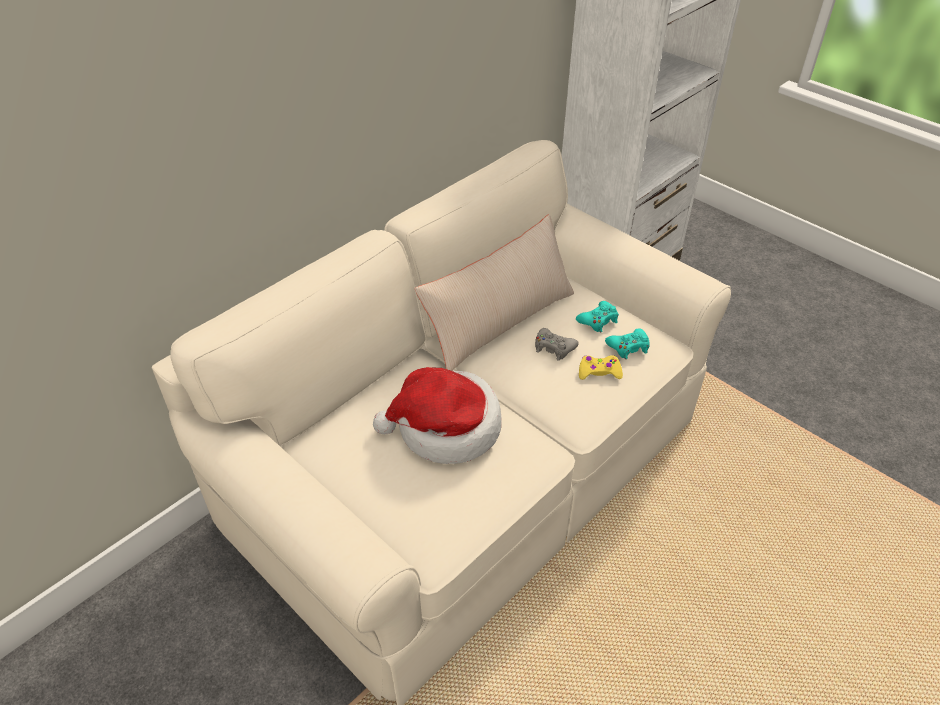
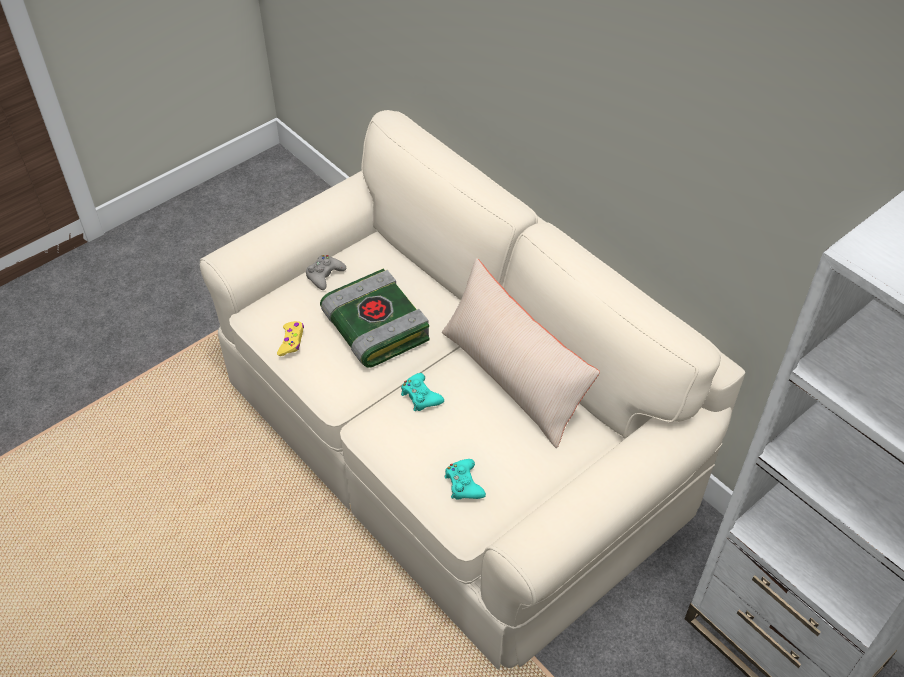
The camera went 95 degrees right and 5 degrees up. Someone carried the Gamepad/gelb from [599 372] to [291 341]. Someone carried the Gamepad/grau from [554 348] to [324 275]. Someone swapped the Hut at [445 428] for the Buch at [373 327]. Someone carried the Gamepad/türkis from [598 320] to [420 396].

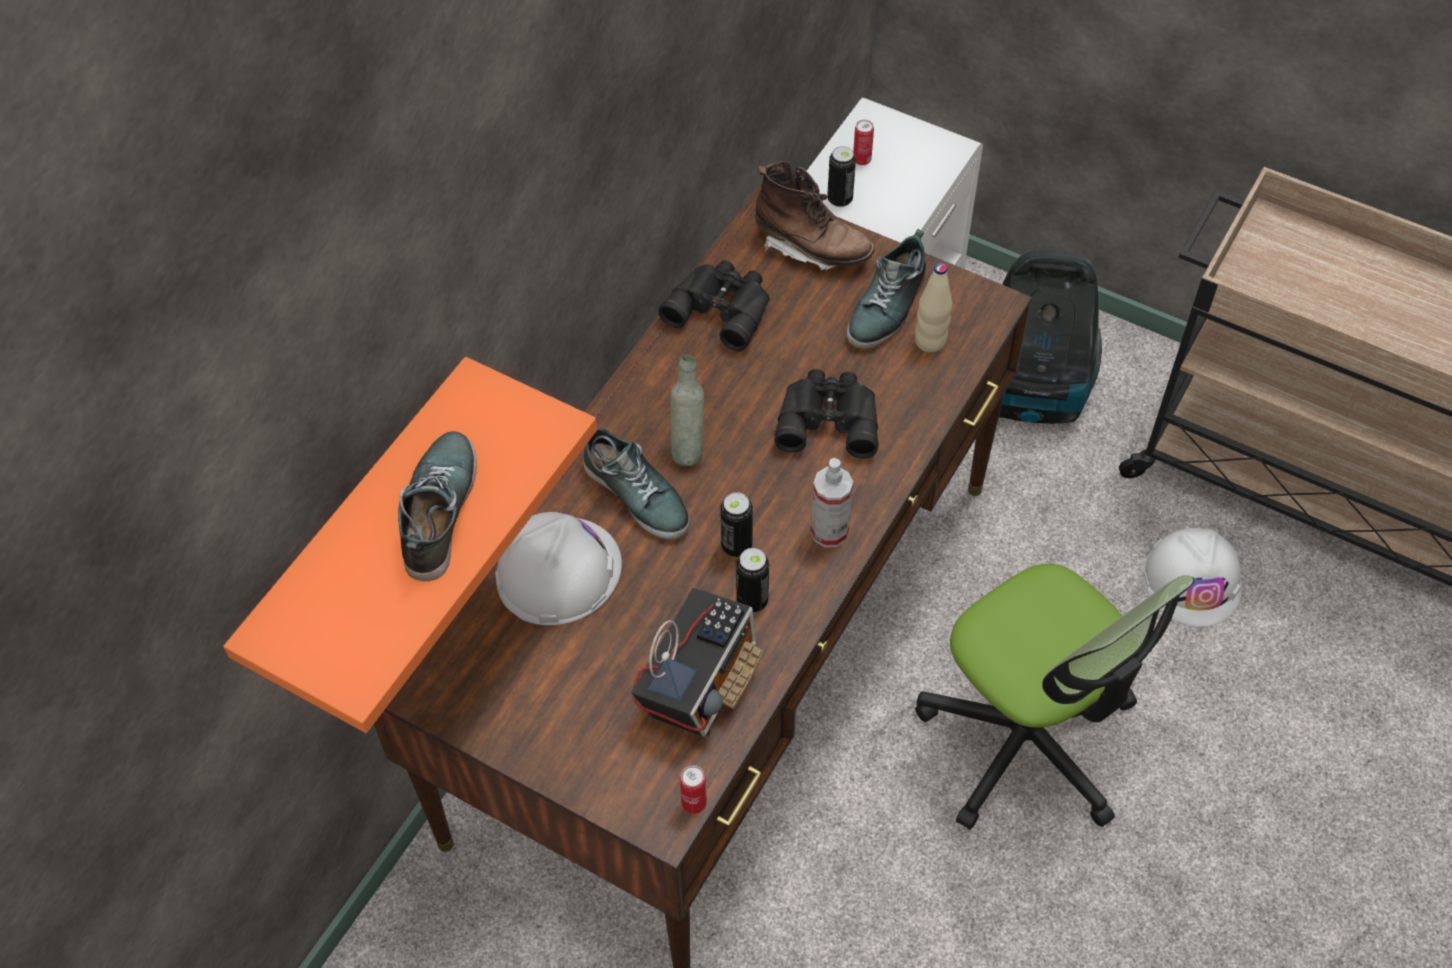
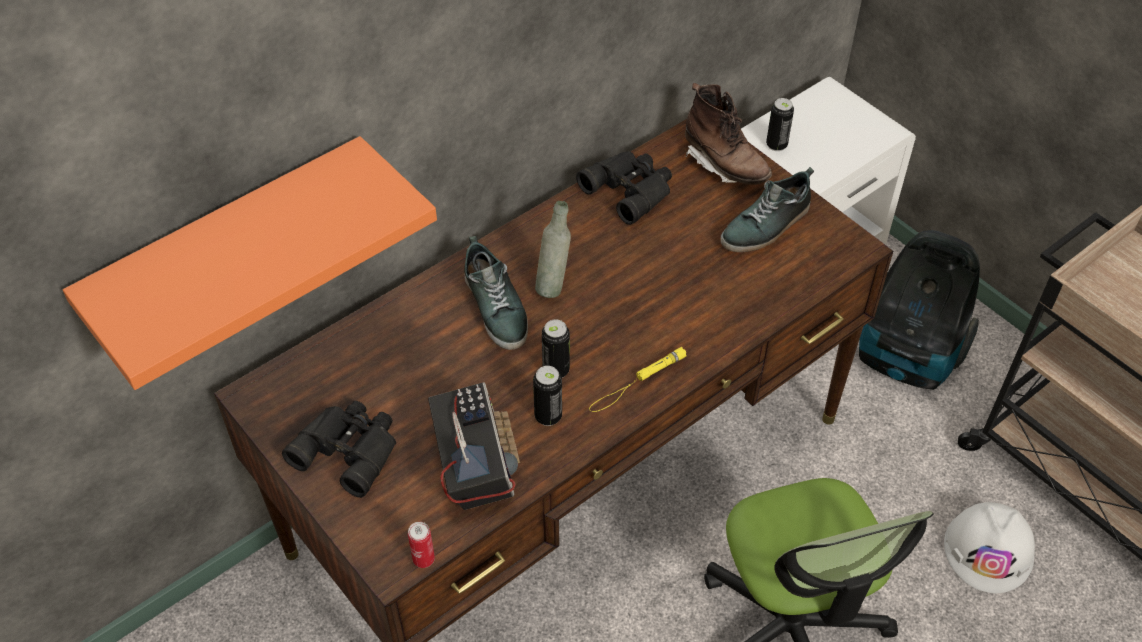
The camera went 20 degrees right and 5 degrees down. Someone carried the Fernglas/schwarz from [828 418] to [349 449]. Someone rotated the Radio at [701 683] by 60 degrees counterclockwise. Someone swapped the Sprühflasche at [829 532] for the Taschenlampe/gelb at [637 382]. Someone took away the Schuh at [438 511]. Someone took away the Schutzhelm/weiß at [558 571]. Someone took away the Dose at [862 160]. Someone took away the Flasche/beige at [930 341].

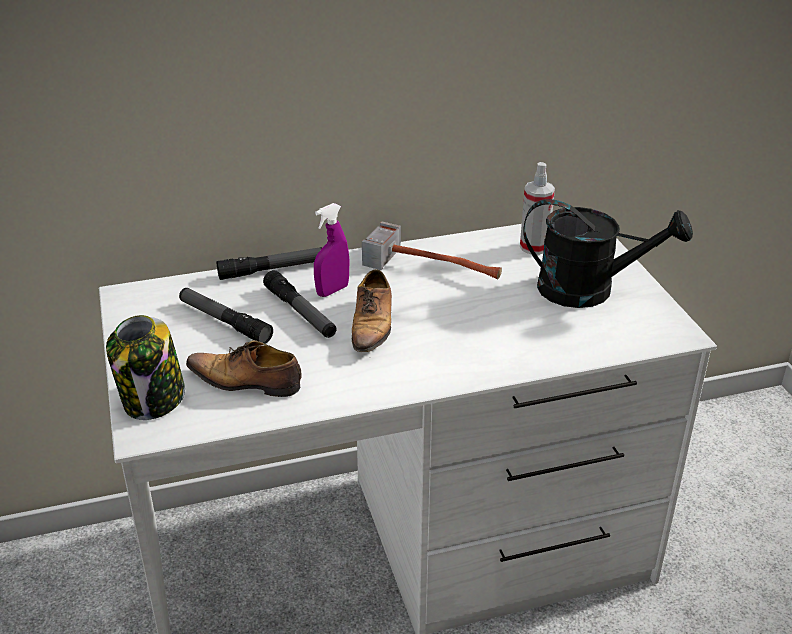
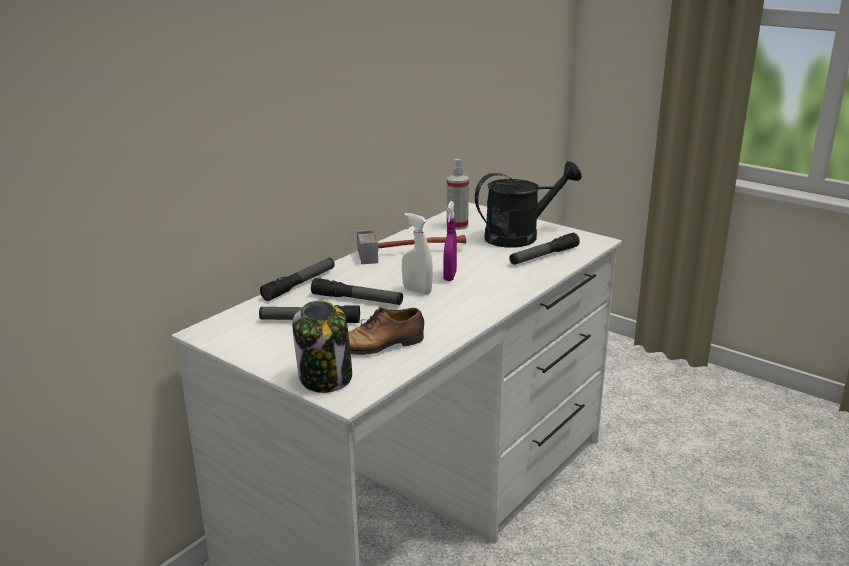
The camera went 35 degrees left and 10 degrees down. Someone swapped the Schuh at [372 325] for the Sprühflasche/weiß at [417 291]. Someone carried the Sprühflasche/lila from [332 290] to [450 276]. Someone put down the Taschenlampe at [544 256].

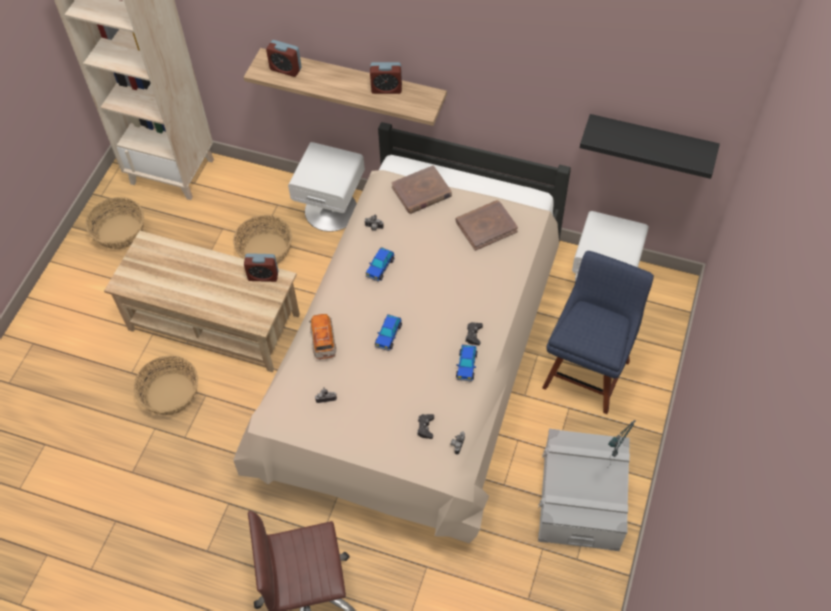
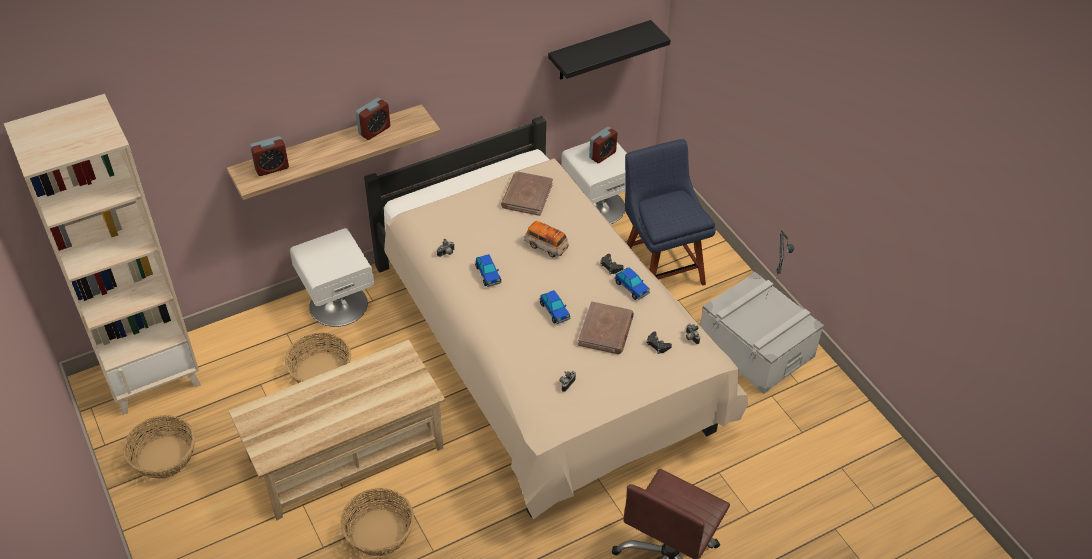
The camera went 50 degrees left and 10 degrees down. Someone carried the Spielzeugauto from [323 341] to [546 246]. Someone carried the Buch/braun from [421 192] to [606 330]. Someone carried the Wecker from [263 276] to [602 155].

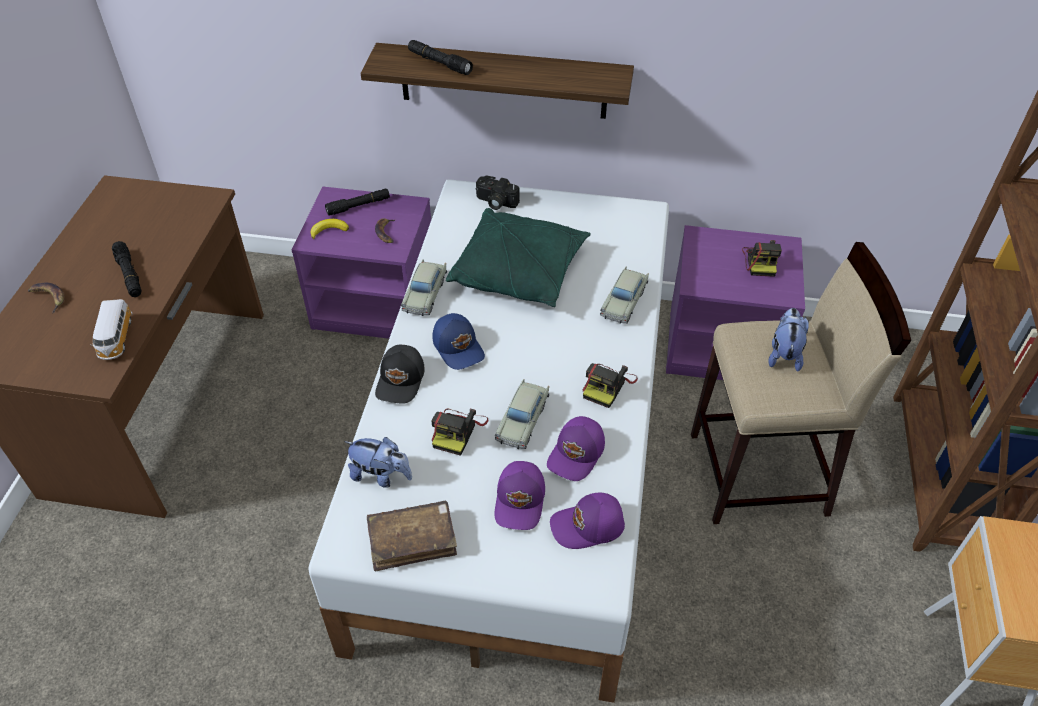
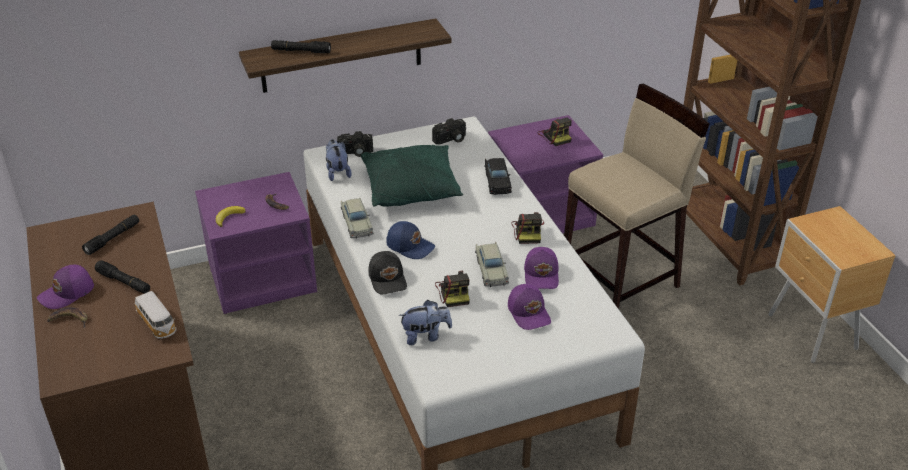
The camera went 30 degrees left and 10 degrees down. Someone carried the Kappe/lila from [588 527] to [67 293]. Someone carried the Taschenlampe/schwarz from [358 206] to [113 238]. Someone carried the Plüschtier from [784 354] to [337 172]. Someone put down the Kamera at [451 140]. Someone repainted the Spielzeugauto/beige at [624 301], which became the Spielzeugauto/schwarz at [497 181]. Someone took away the Buch/braun at [412 540].

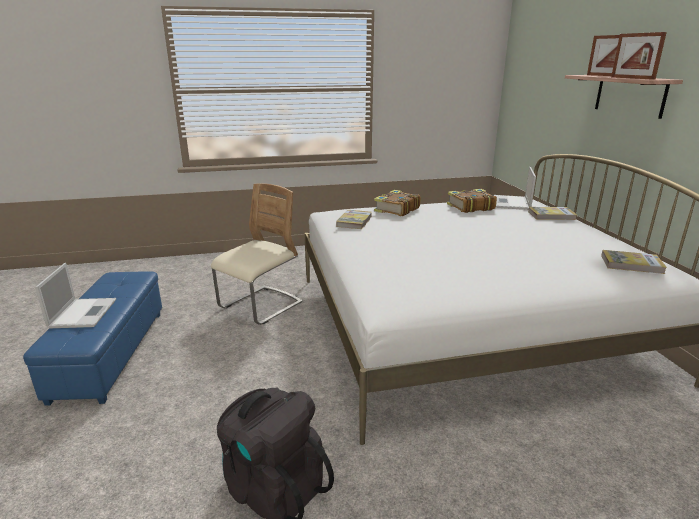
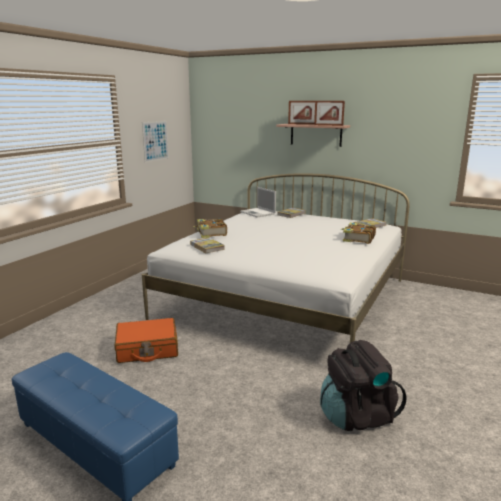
The camera went 50 degrees left and 5 degrees down. Someone swapped the Stuhl/beige at [261 306] for the Koffer/orange at [147 349]. Someone put up the Bild at [155 141]. Someone carried the Buch from [470 207] to [358 239]. Someone took away the Laptop at [83 313].

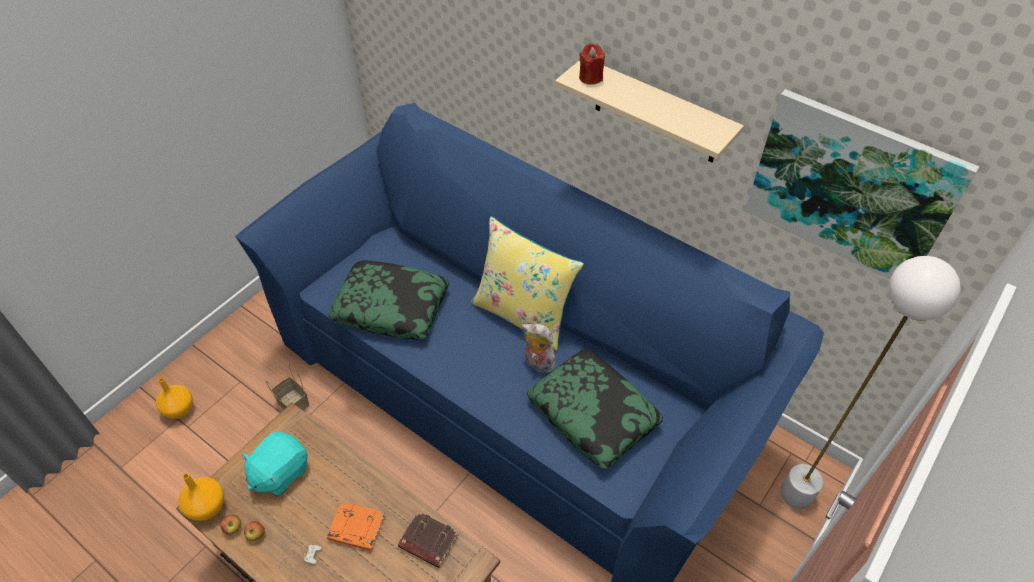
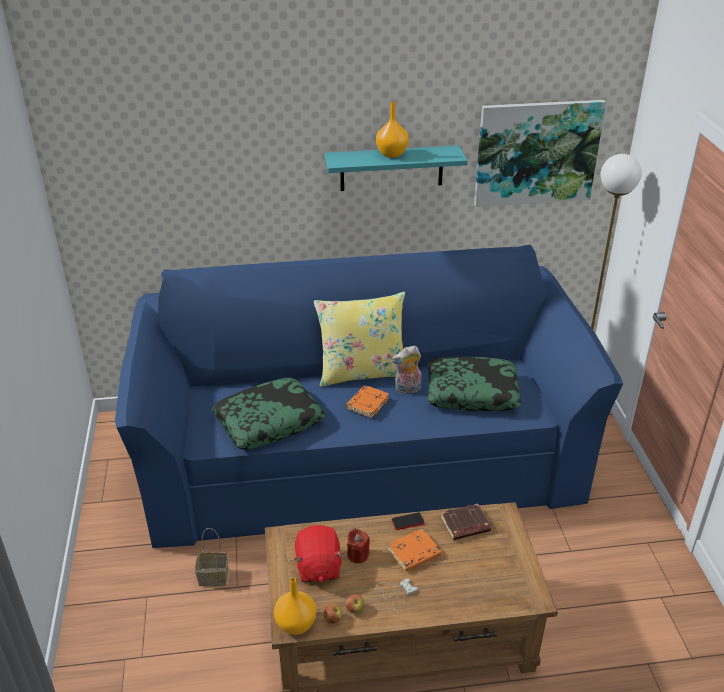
The camera went 45 degrees left and 15 degrees down. Someone repainted the Plüschtier/türkis at [280 472], which became the Plüschtier/rot at [318 567]. Someone repainted the Wandregal/beige at [656 112], which became the Wandregal/türkis at [391 168]. Someone put down the Buch/orange at [367 403]. Someone carried the Kerze/rot from [590 77] to [358 555]. Someone carried the Vase/orange from [179 410] to [392 154]. Someone put down the Handy at [407 521].

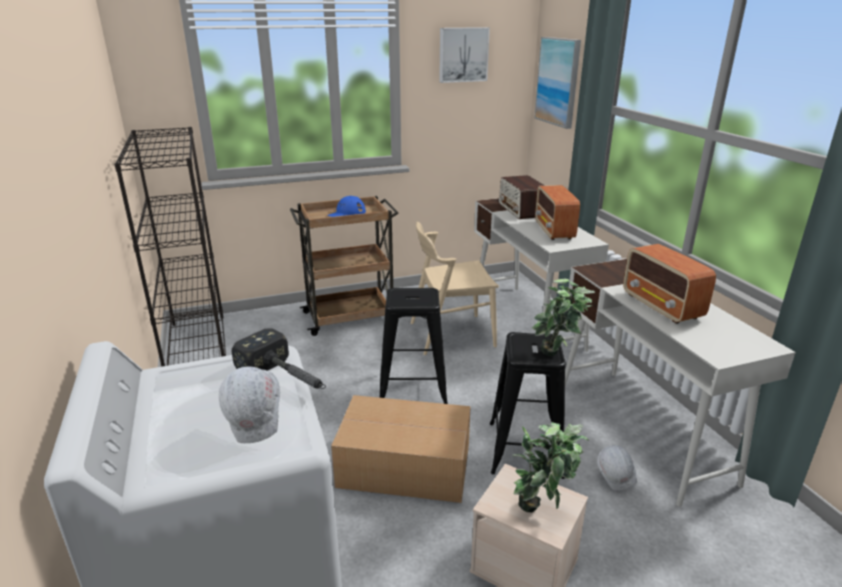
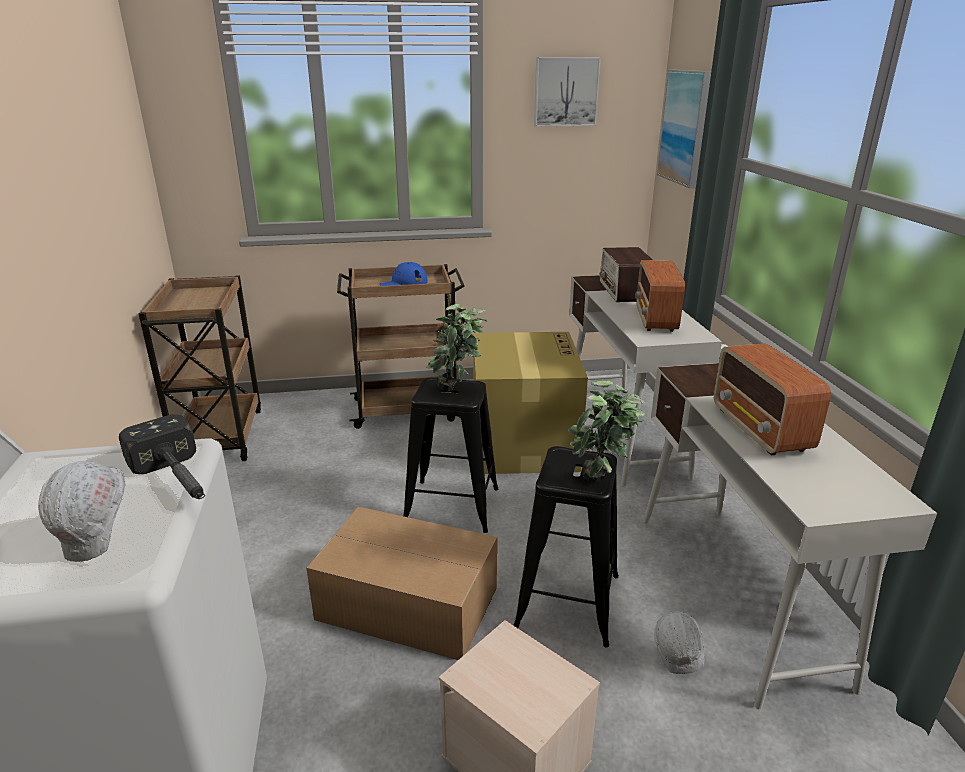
The camera went 10 degrees right and 0 degrees up. Someone swapped the Bücherregal/schwarz at [198 351] for the Rollwagen/braun at [220 435]. Someone carried the Topfpflanze from [542 508] to [457 390]. Someone swapped the Stuhl/beige at [451 334] for the Karton at [522 442].

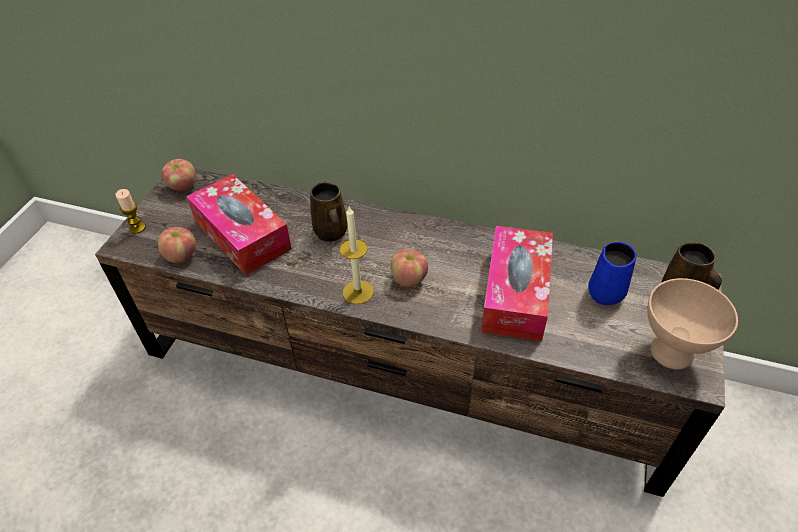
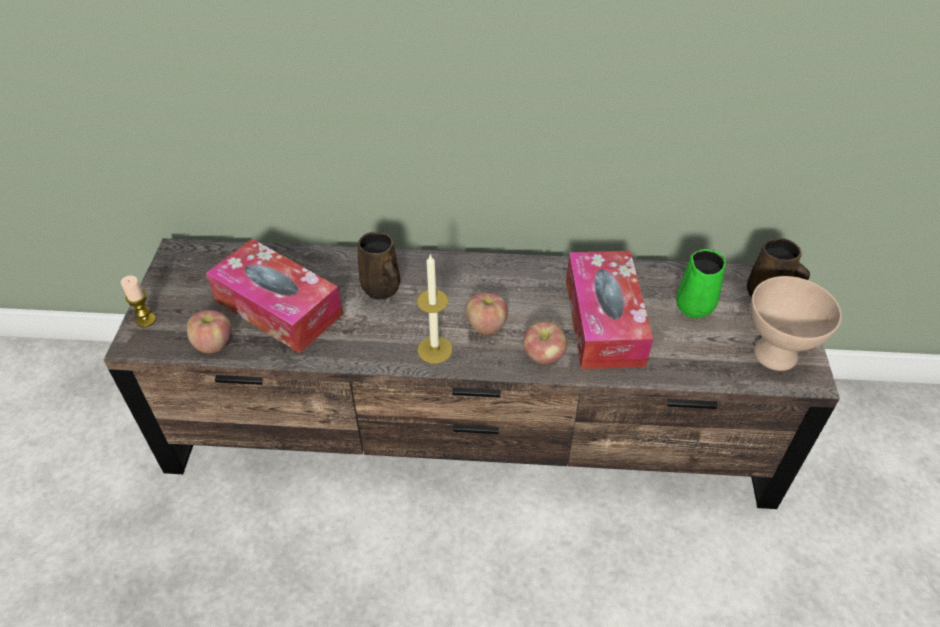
The camera went 15 degrees left and 0 degrees up. Someone carried the Apfel from [183 186] to [543 356]. Someone repainted the Henkelbecher/blau at [607 292], which became the Henkelbecher/grün at [696 304].

